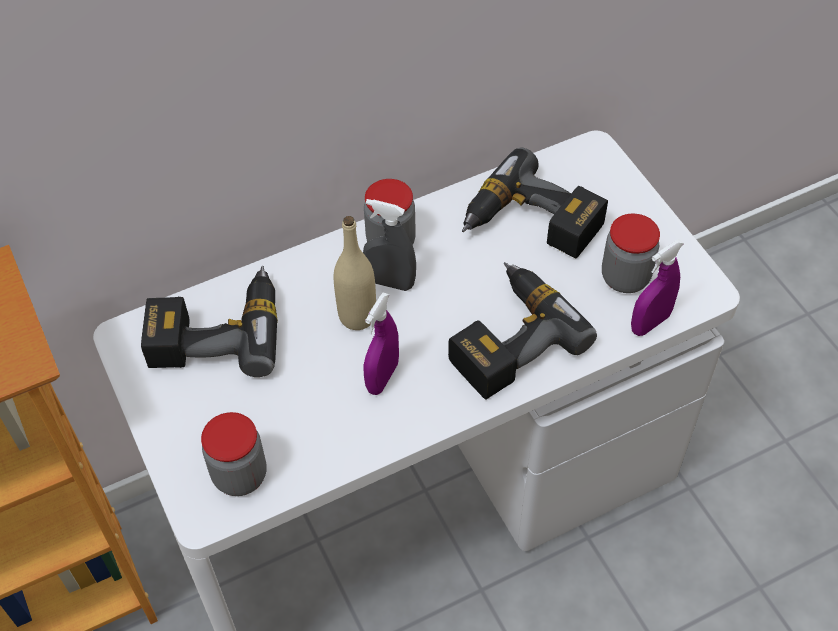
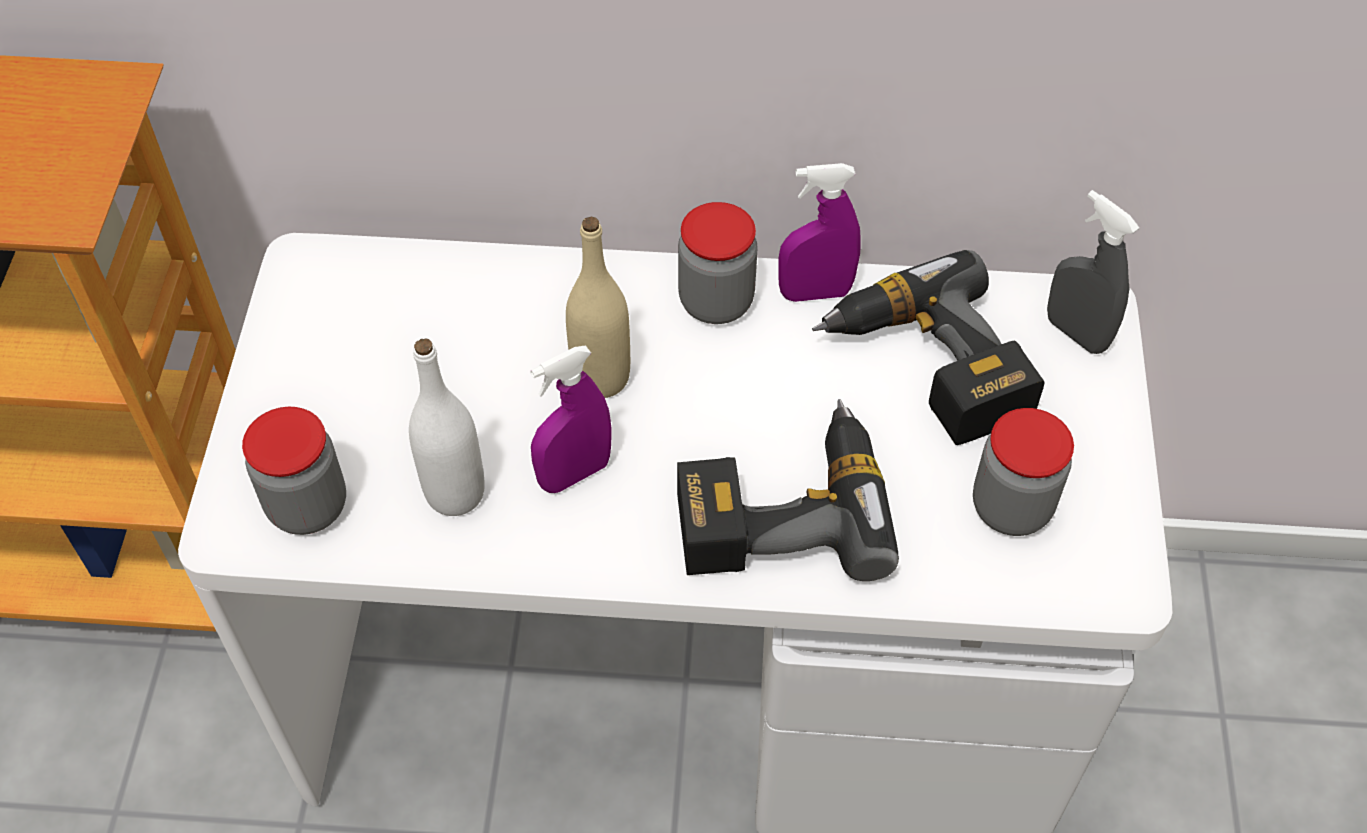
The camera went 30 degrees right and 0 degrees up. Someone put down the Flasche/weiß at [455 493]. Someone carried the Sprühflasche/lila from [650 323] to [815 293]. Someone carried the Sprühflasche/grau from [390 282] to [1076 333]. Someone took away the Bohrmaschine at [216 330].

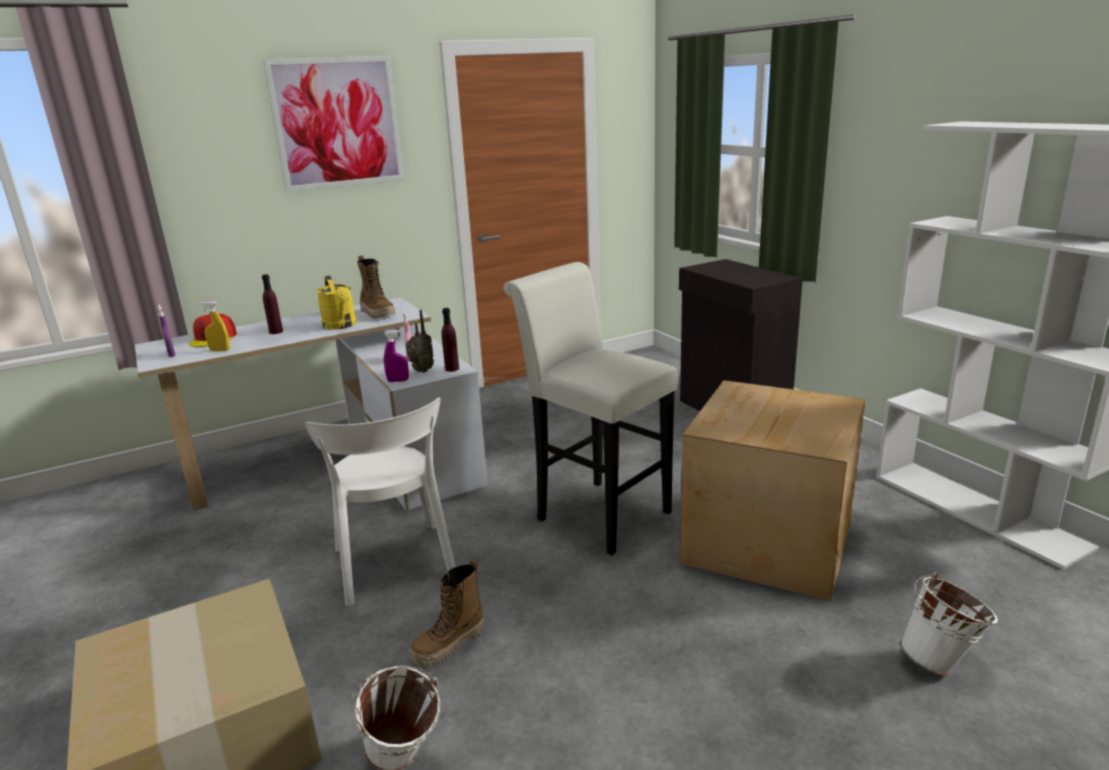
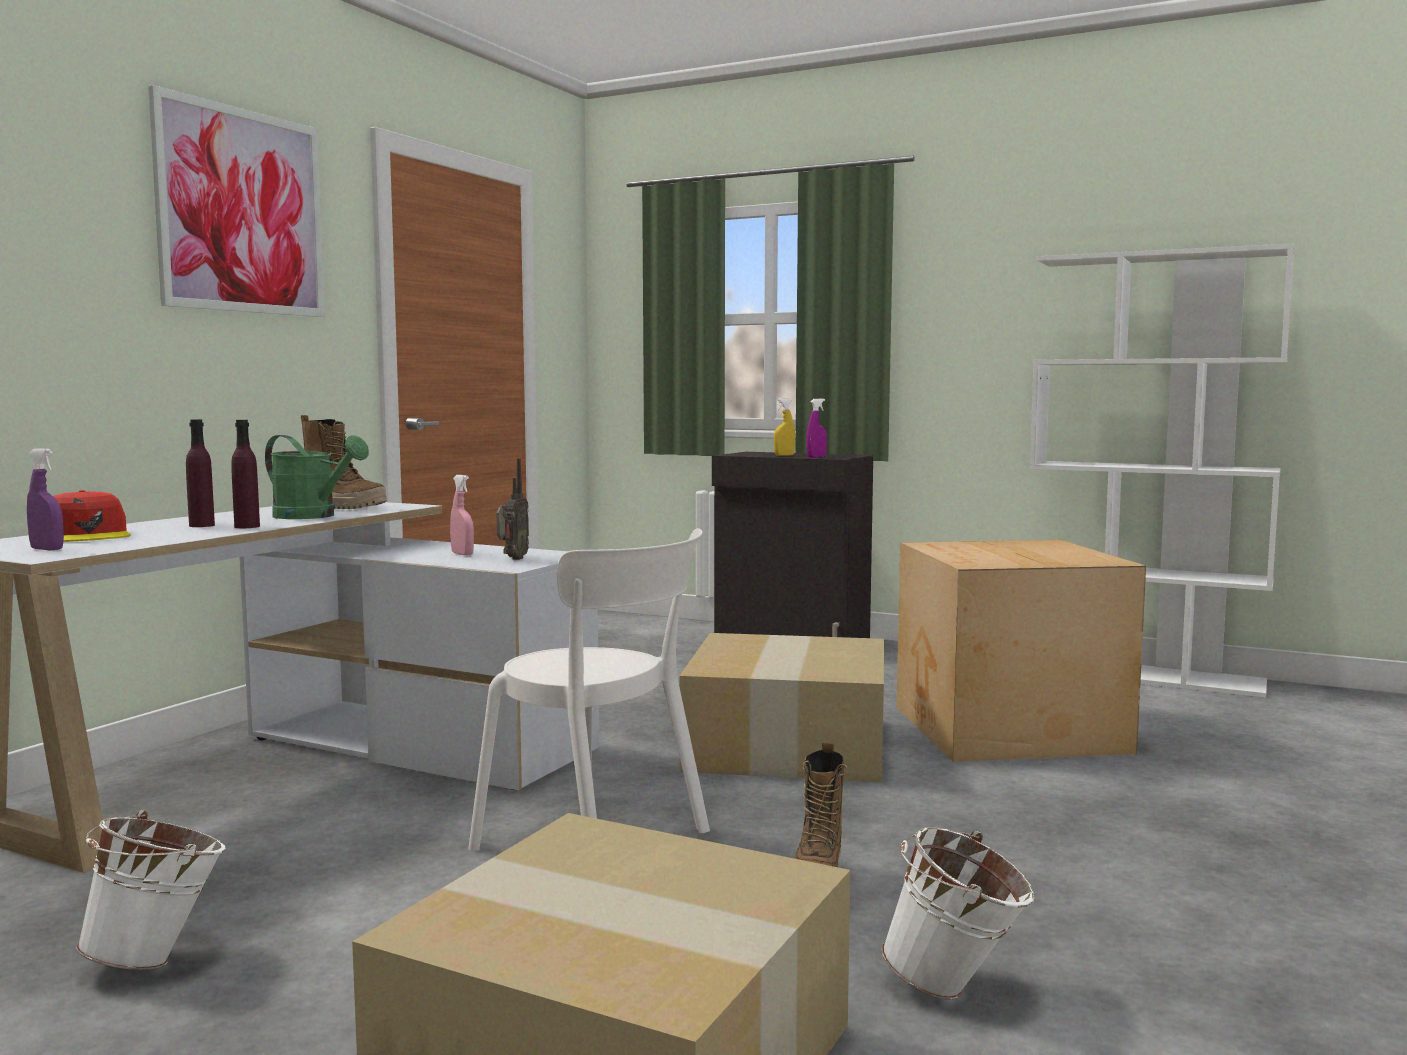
The camera went 35 degrees left and 15 degrees down. Someone carried the Eimer/weiß from [941 661] to [158 958]. Someone carried the Flasche/lila from [452 369] to [247 526]. Someone repainted the Gießkanne/gelb at [341 326], which became the Gießkanne/grün at [313 516]. Someone swapped the Hocker/weiß at [596 512] for the Karton at [784 744]. Someone carried the Sprühflasche/gelb from [220 350] to [784 455]. Someone carried the Sprühflasche/lila from [398 381] to [816 457].

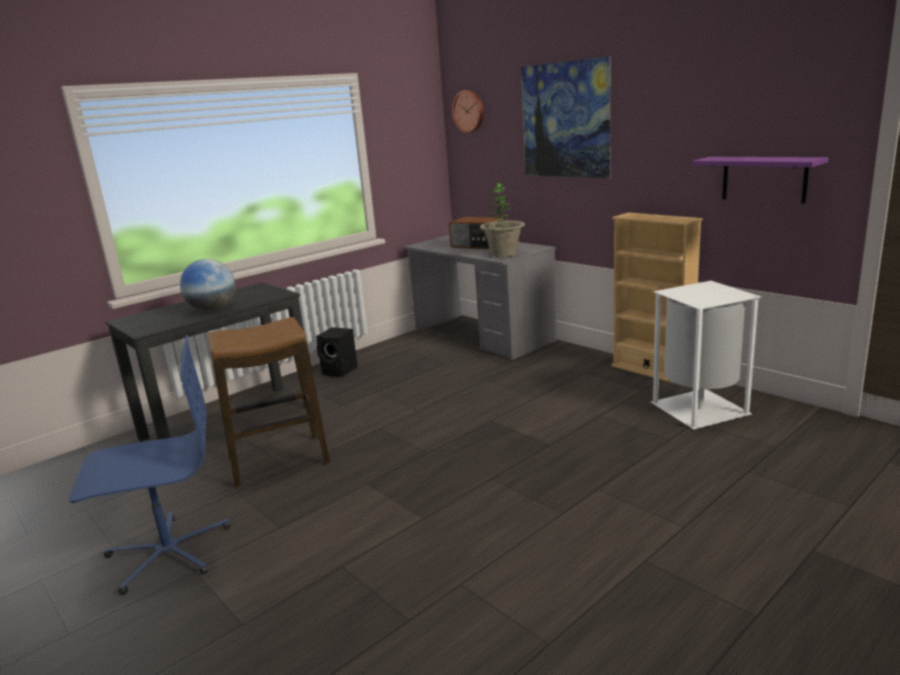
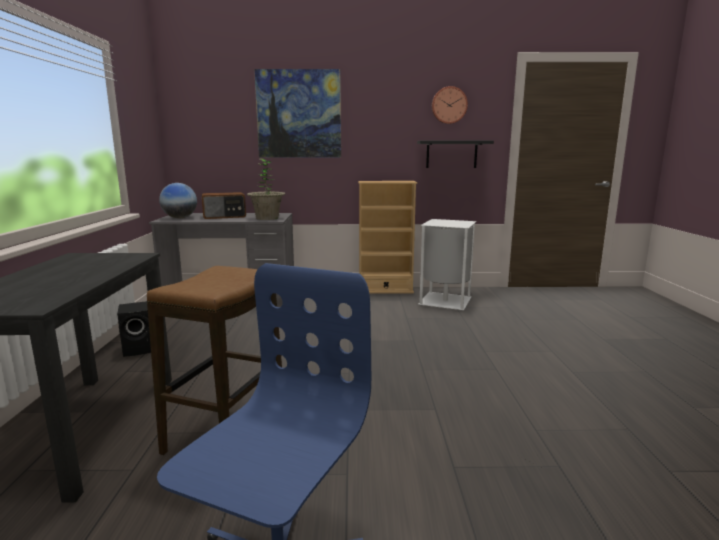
The camera went 50 degrees left and 5 degrees down. Someone carried the Globus from [213 309] to [180 218]. Someone repainted the Wandregal/lila at [764 179], which became the Wandregal/schwarz at [451 154]. Someone carried the Wanduhr from [469 111] to [449 105].

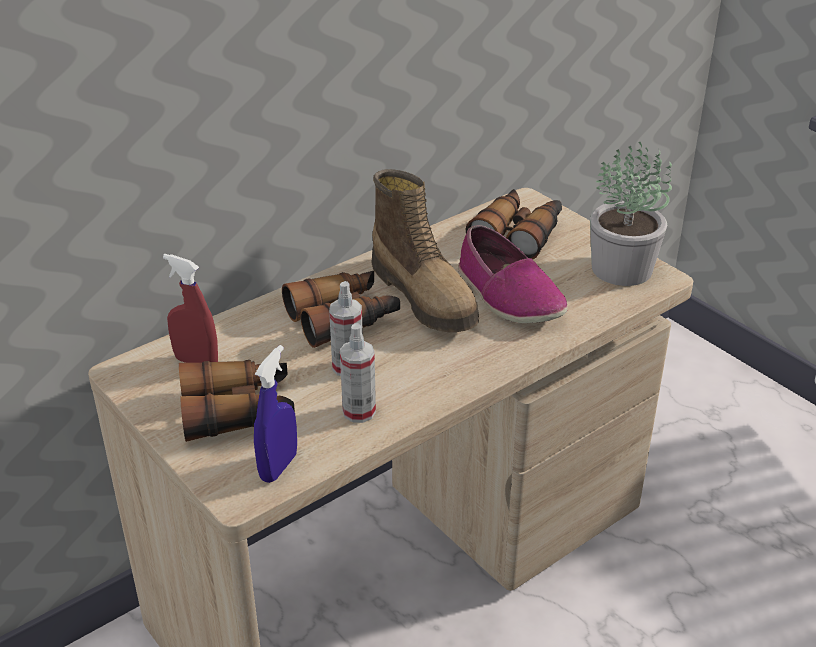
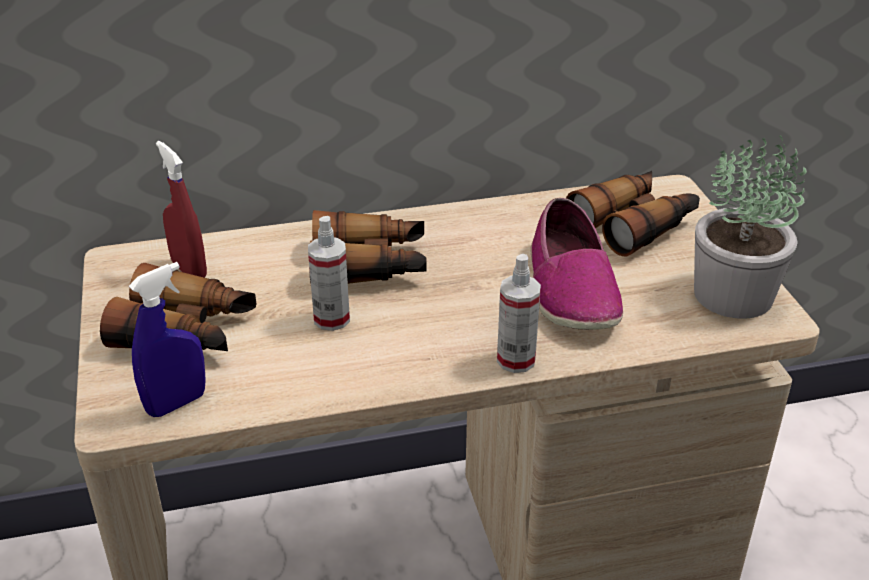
The camera went 25 degrees right and 0 degrees up. Someone carried the Sprühflasche from [359 412] to [516 360]. Someone took away the Stiefel at [425 296].

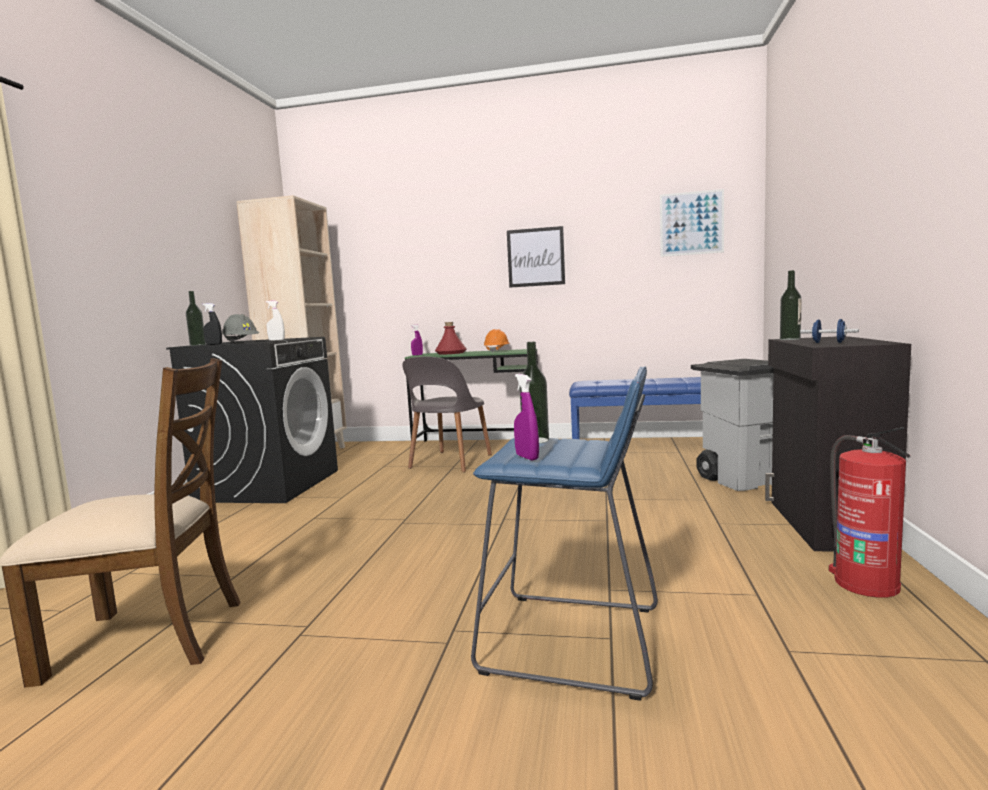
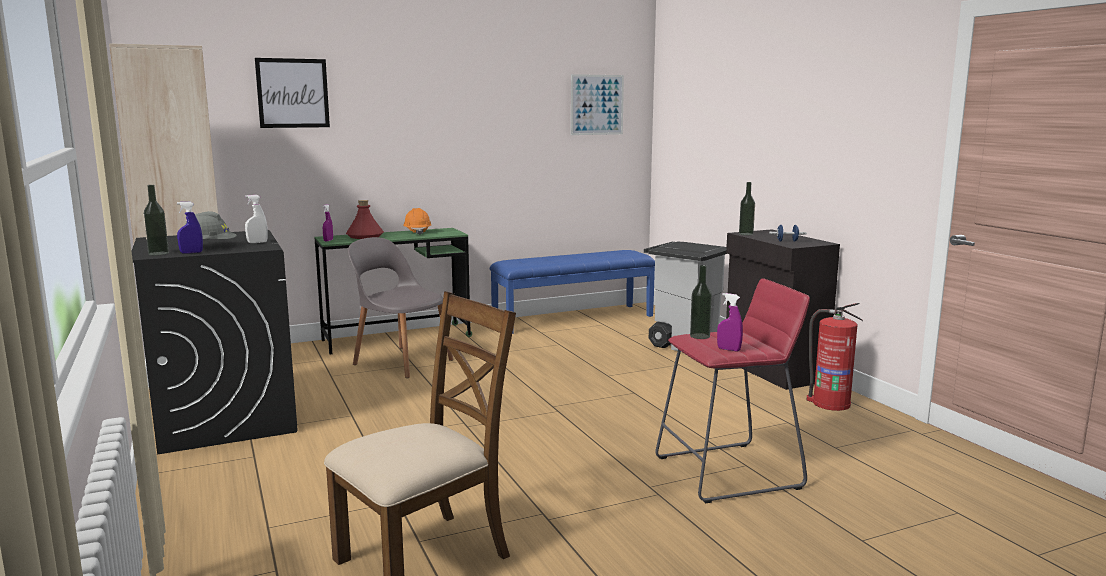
The camera went 35 degrees left and 5 degrees up. Someone repainted the Sprühflasche/schwarz at [214 344], which became the Sprühflasche/blau at [191 252]. Someone carried the Bild from [536 257] to [293 93]. Someone rotated the Stuhl/grau at [450 462] by 135 degrees clockwise. Someone repainted the Hocker/blau at [572 641], which became the Hocker/rot at [728 472].

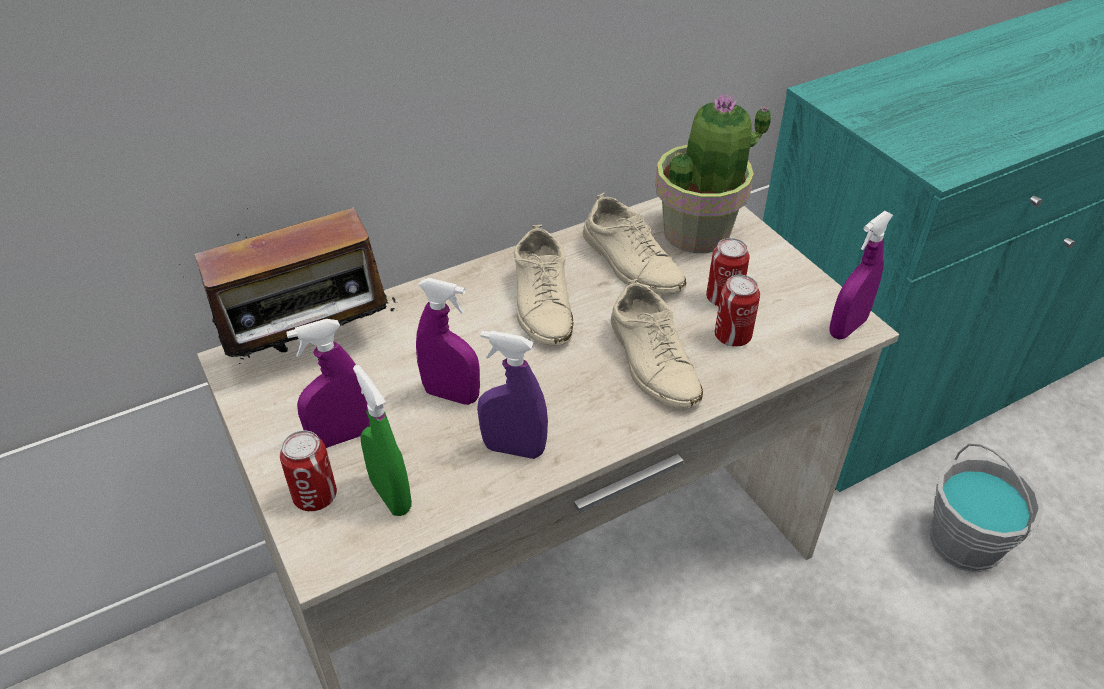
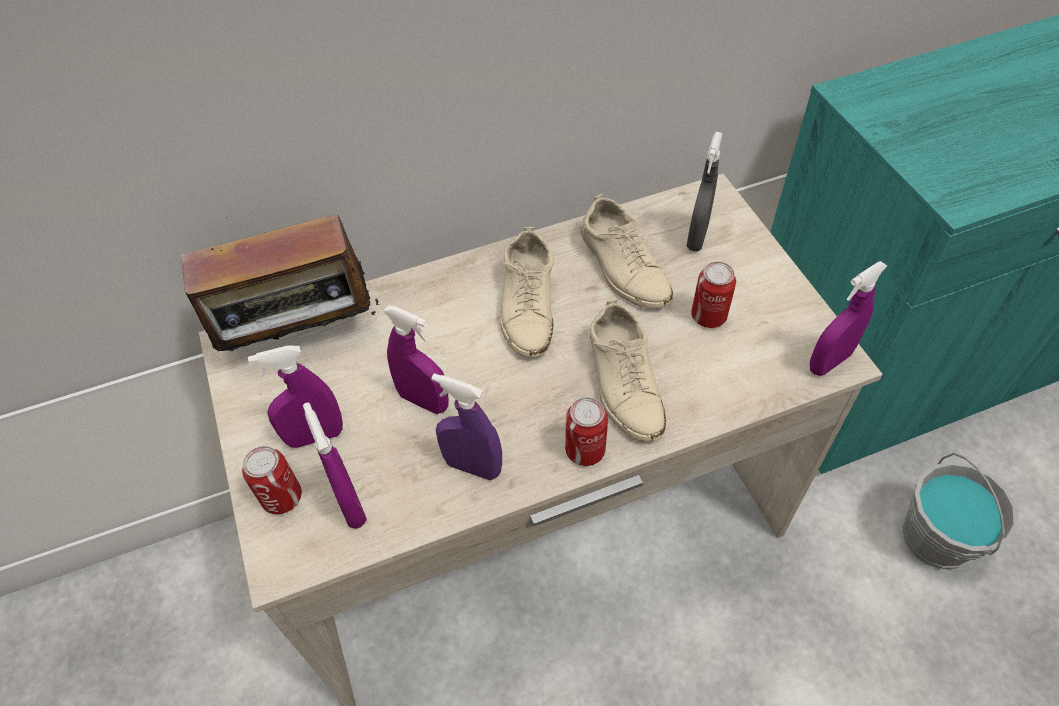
The camera went 10 degrees right and 10 degrees up. Someone repainted the Sprühflasche/grün at [390 495], which became the Sprühflasche/lila at [350 504]. Someone carried the Dose from [732 336] to [585 450]. Someone swapped the Topfpflanze at [698 233] for the Sprühflasche/grau at [697 237].

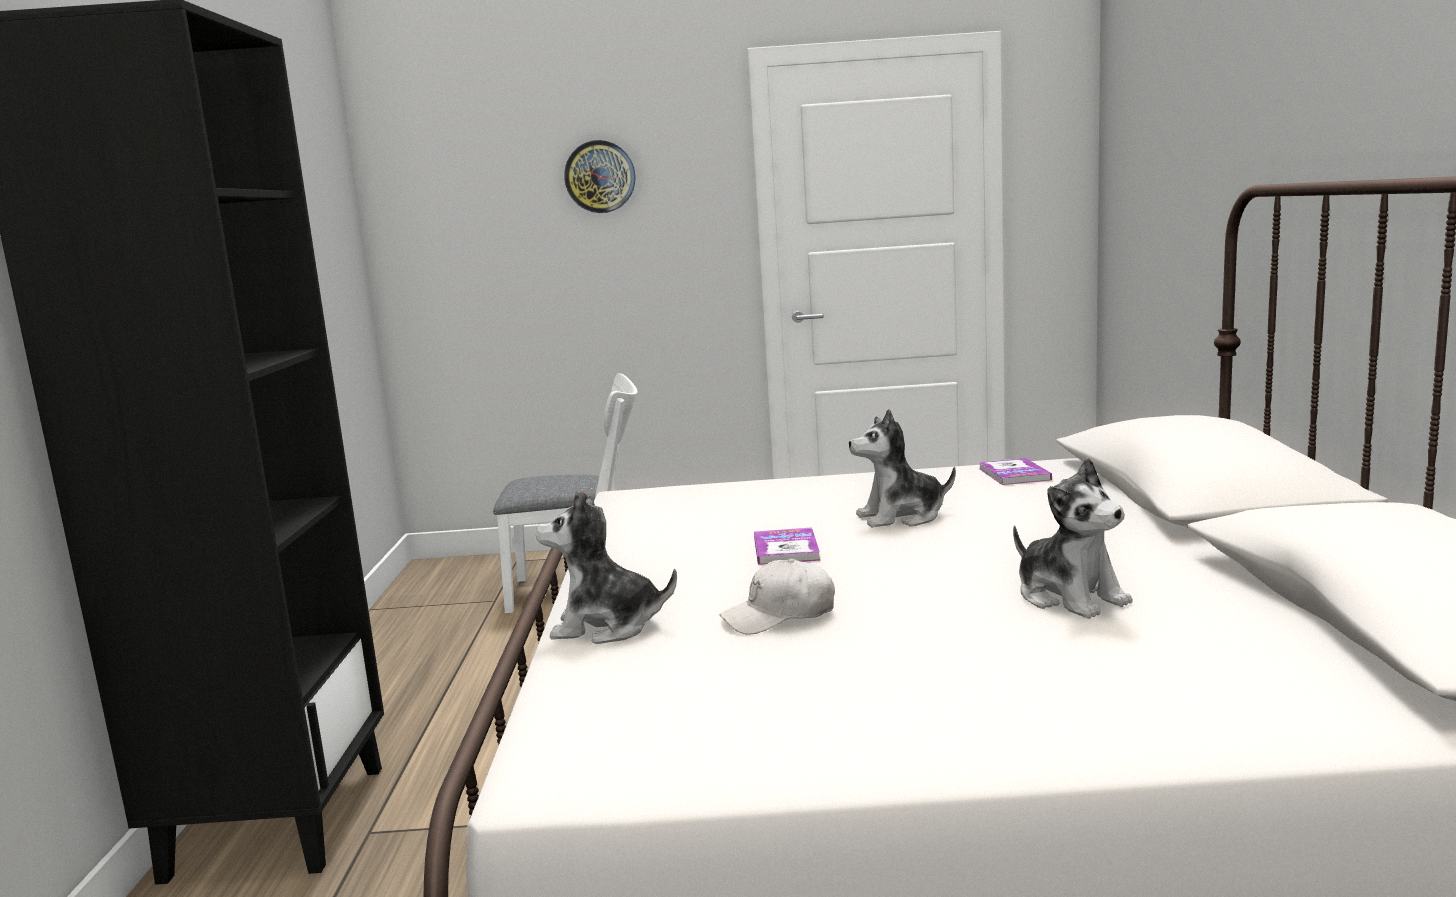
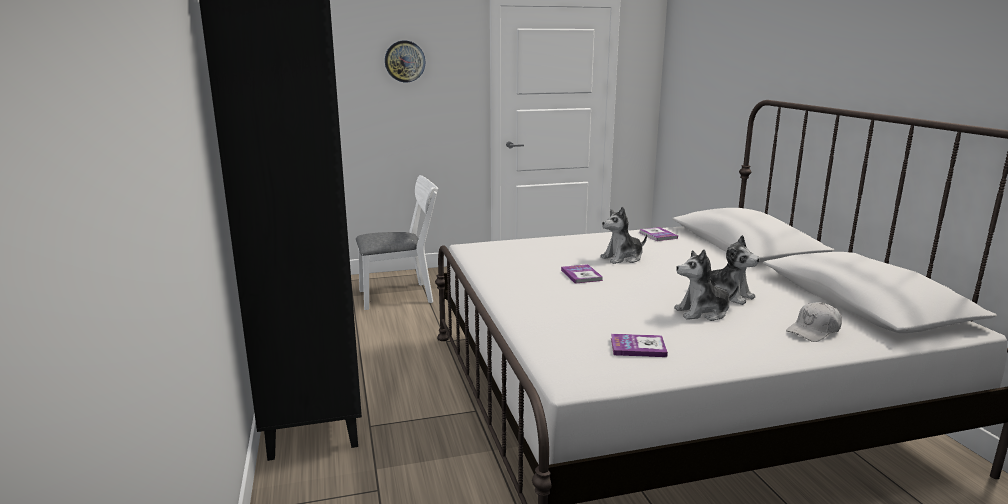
The camera went 15 degrees left and 5 degrees up. Someone put down the Buch at [638 347]. Someone carried the Plüschtier from [606 627] to [702 313]. Someone carried the Kappe/weiß from [779 616] to [814 331].

